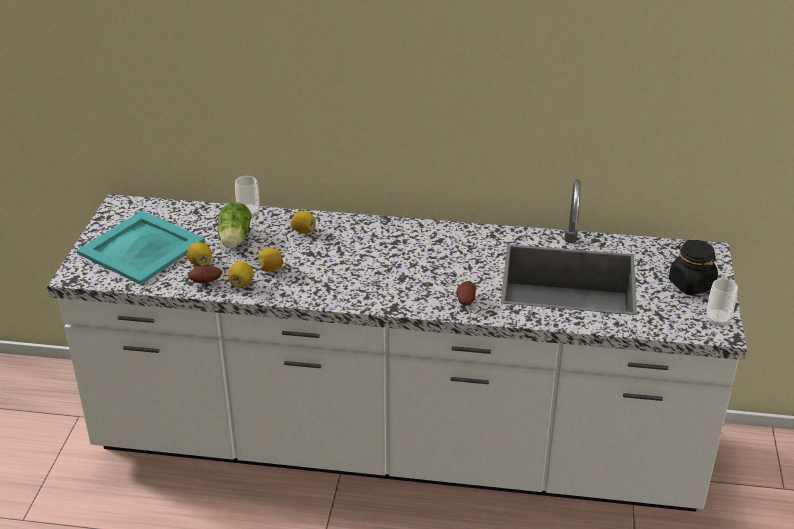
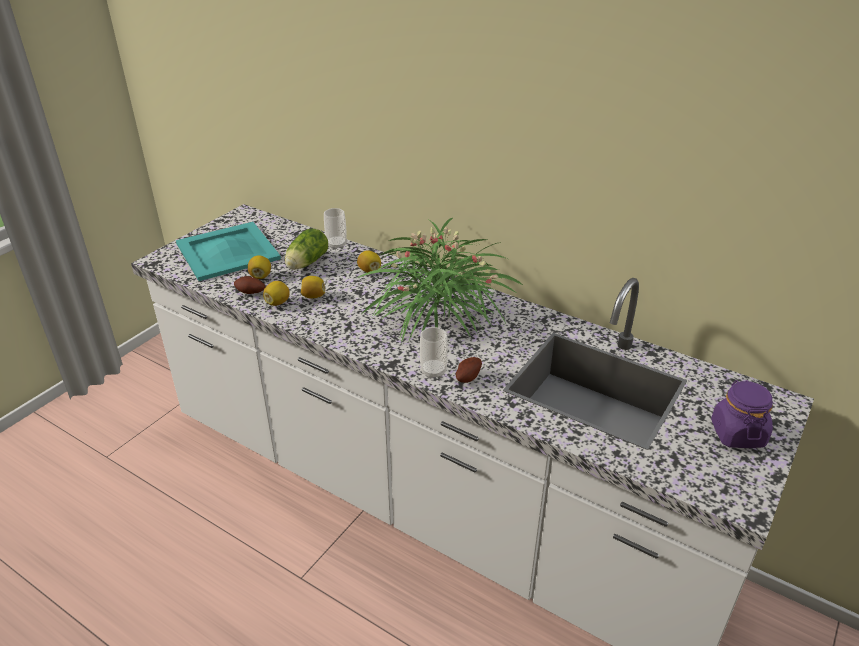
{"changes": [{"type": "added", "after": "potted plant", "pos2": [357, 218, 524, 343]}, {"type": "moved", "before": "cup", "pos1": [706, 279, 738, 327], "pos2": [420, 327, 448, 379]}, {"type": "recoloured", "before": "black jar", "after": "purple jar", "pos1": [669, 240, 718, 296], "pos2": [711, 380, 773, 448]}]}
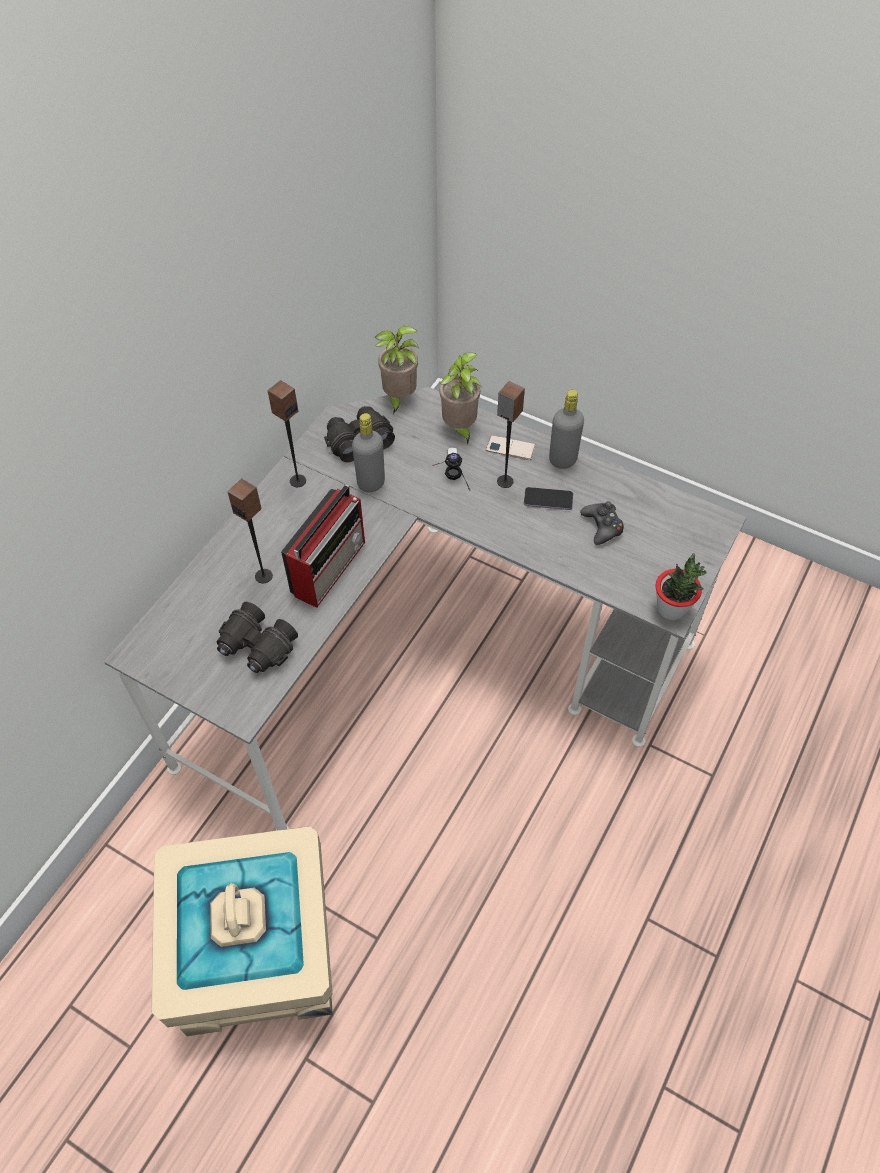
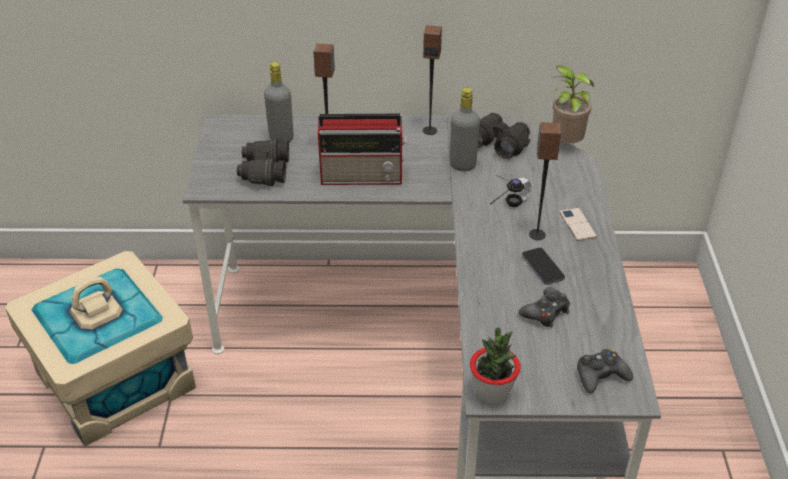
{"changes": [{"type": "moved", "before": "grey bottle", "pos1": [549, 390, 584, 469], "pos2": [264, 62, 294, 142]}, {"type": "added", "after": "black game controller", "pos2": [577, 349, 633, 393]}, {"type": "removed", "before": "potted plant", "pos1": [440, 353, 482, 445]}]}
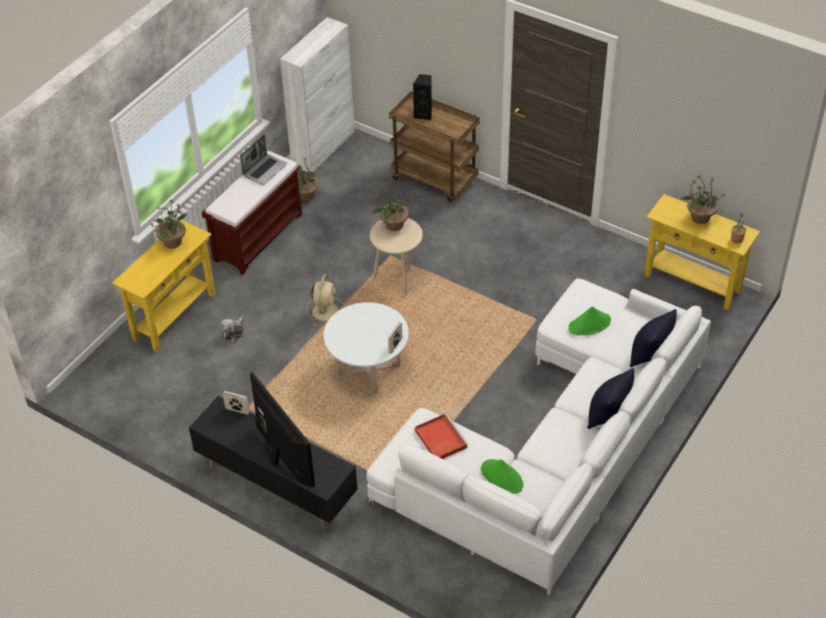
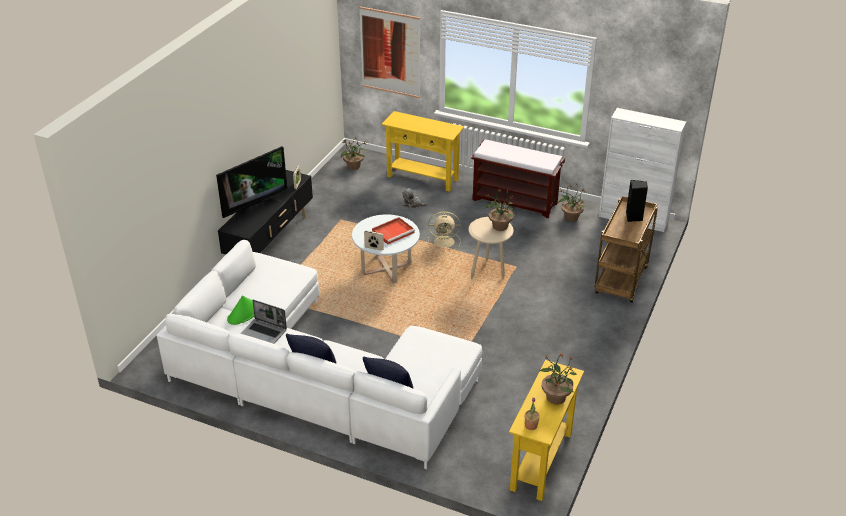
{"changes": [{"type": "moved", "before": "laptop", "pos1": [240, 135, 287, 185], "pos2": [241, 300, 287, 344]}, {"type": "moved", "before": "potted plant", "pos1": [149, 200, 187, 249], "pos2": [341, 137, 366, 170]}, {"type": "added", "after": "picture", "pos2": [359, 6, 420, 98]}, {"type": "moved", "before": "red tray", "pos1": [415, 413, 469, 459], "pos2": [372, 217, 415, 245]}, {"type": "removed", "before": "green hat", "pos1": [568, 306, 611, 336]}]}
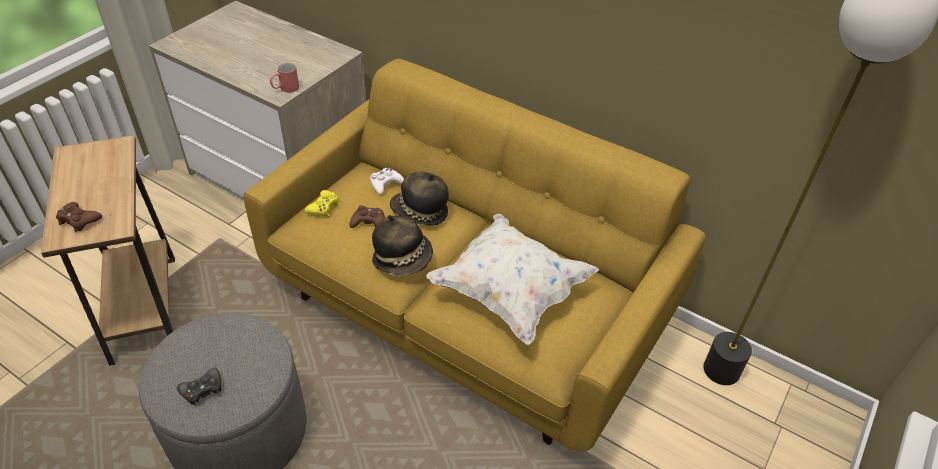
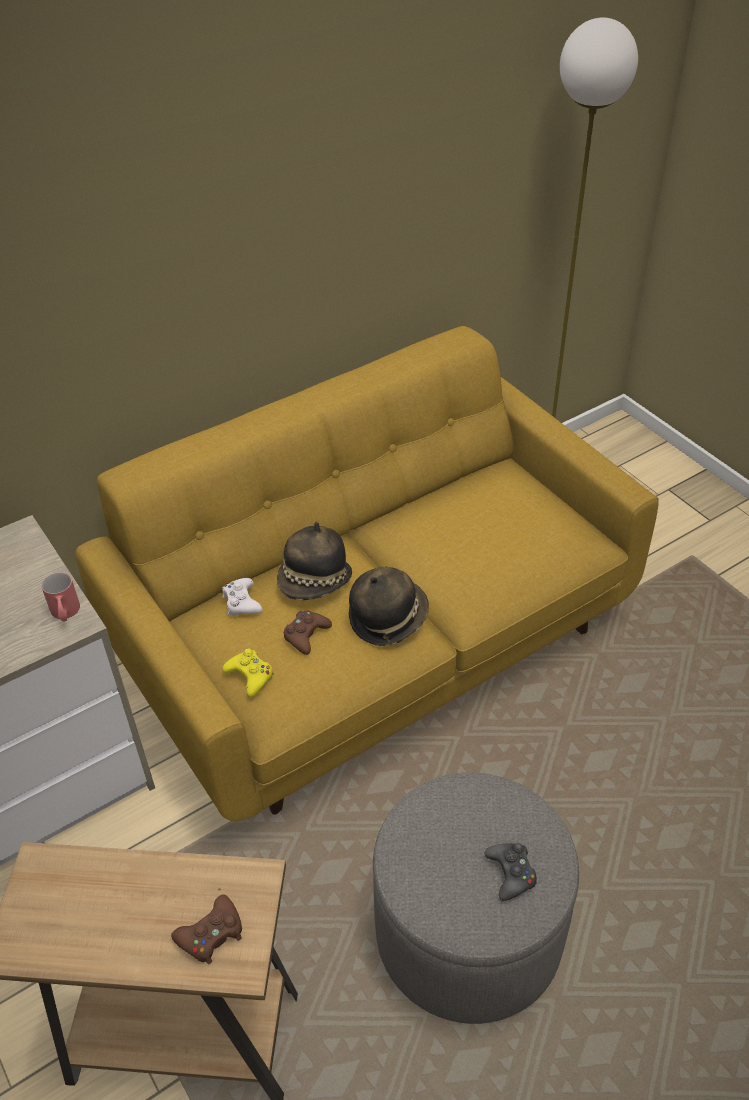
{"changes": [{"type": "removed", "before": "white pillow", "pos1": [426, 214, 599, 345]}]}
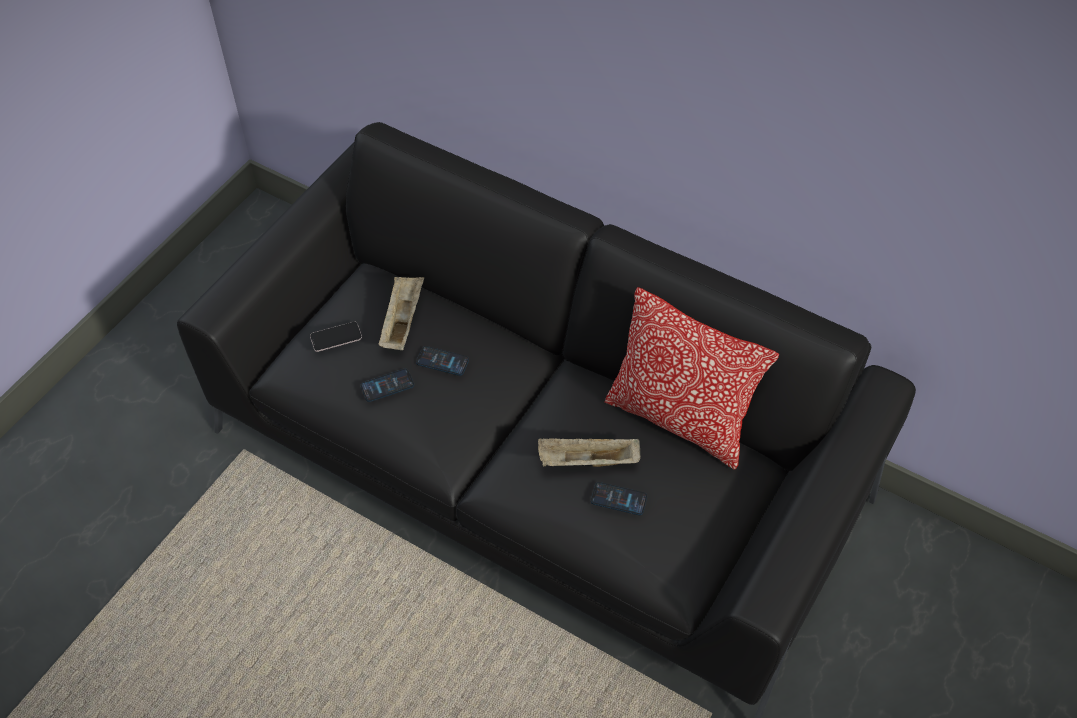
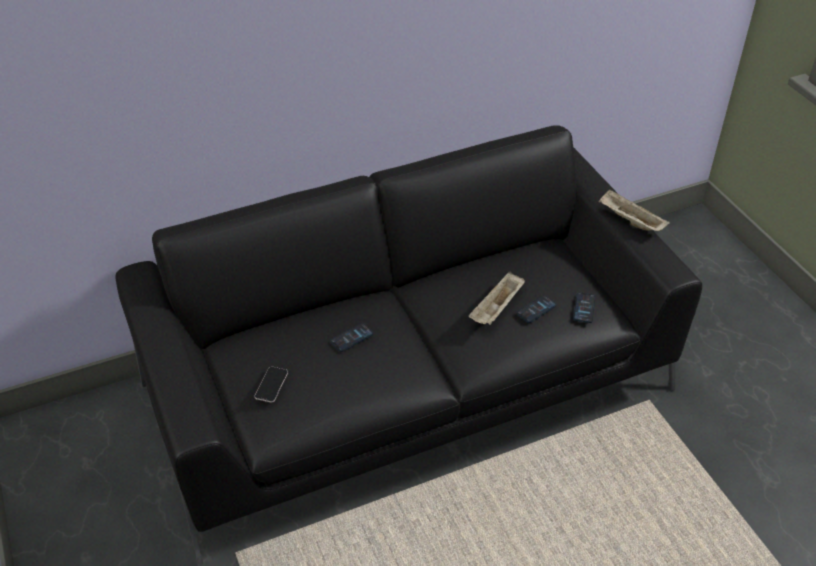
{"changes": [{"type": "moved", "before": "phone", "pos1": [361, 369, 414, 402], "pos2": [573, 292, 596, 323]}, {"type": "moved", "before": "beige tray", "pos1": [379, 277, 424, 350], "pos2": [599, 190, 670, 231]}, {"type": "removed", "before": "pillow", "pos1": [604, 287, 779, 470]}]}
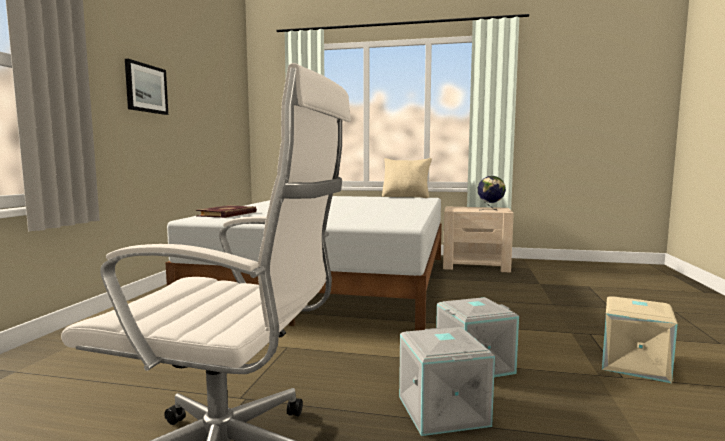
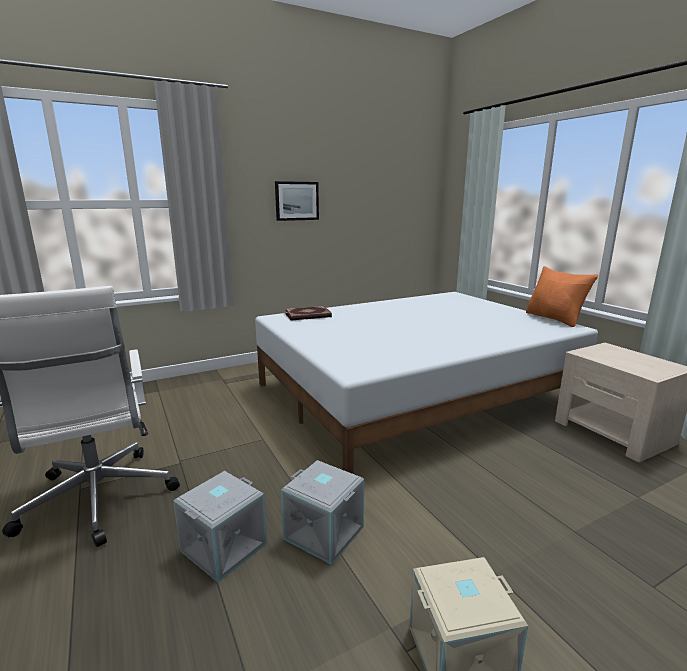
{"changes": [{"type": "recoloured", "before": "beige pillow", "after": "orange pillow", "pos1": [382, 158, 432, 198], "pos2": [526, 266, 598, 327]}, {"type": "removed", "before": "globe", "pos1": [478, 176, 506, 211]}]}
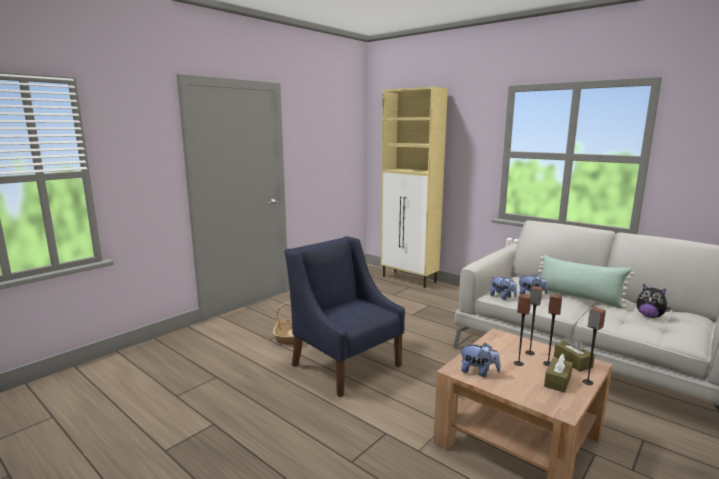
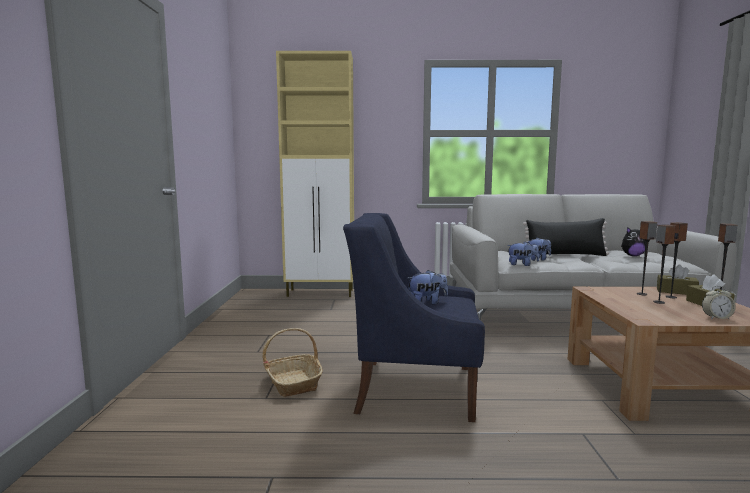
{"changes": [{"type": "moved", "before": "plush toy", "pos1": [459, 343, 501, 377], "pos2": [408, 270, 448, 305]}, {"type": "recoloured", "before": "green pillow", "after": "black pillow", "pos1": [538, 255, 634, 309], "pos2": [523, 218, 609, 256]}, {"type": "added", "after": "alarm clock", "pos2": [702, 286, 736, 319]}]}
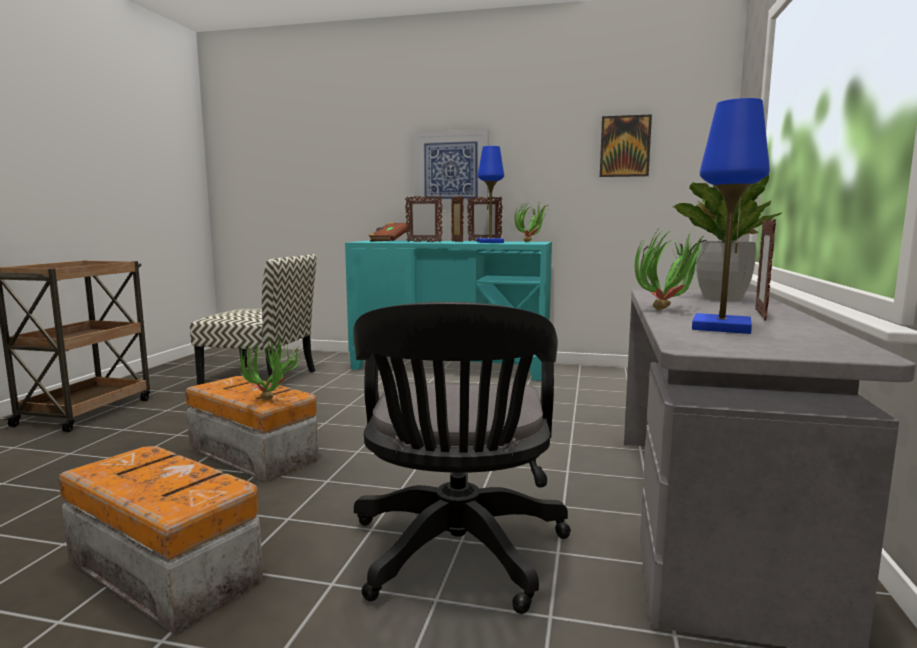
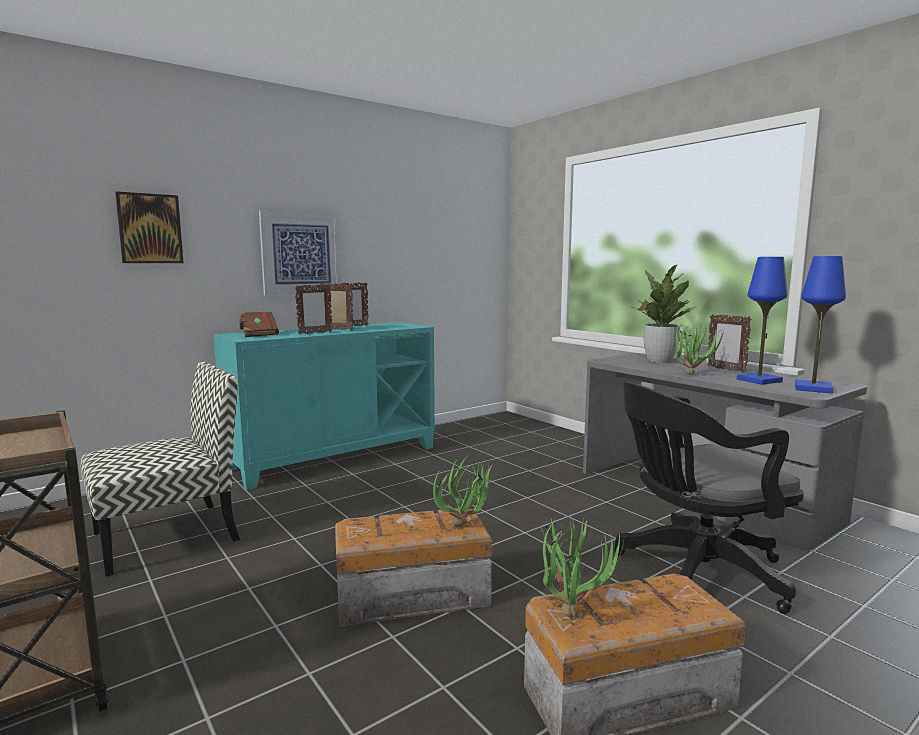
{"changes": [{"type": "moved", "before": "picture", "pos1": [600, 114, 652, 177], "pos2": [115, 191, 184, 263]}, {"type": "moved", "before": "potted plant", "pos1": [515, 203, 549, 242], "pos2": [539, 516, 624, 618]}, {"type": "turned", "before": "black office chair", "pos1": [353, 302, 571, 614], "pos2": [614, 382, 804, 614], "turn": 120}, {"type": "moved", "before": "blue table lamp", "pos1": [477, 146, 504, 243], "pos2": [795, 256, 846, 393]}]}
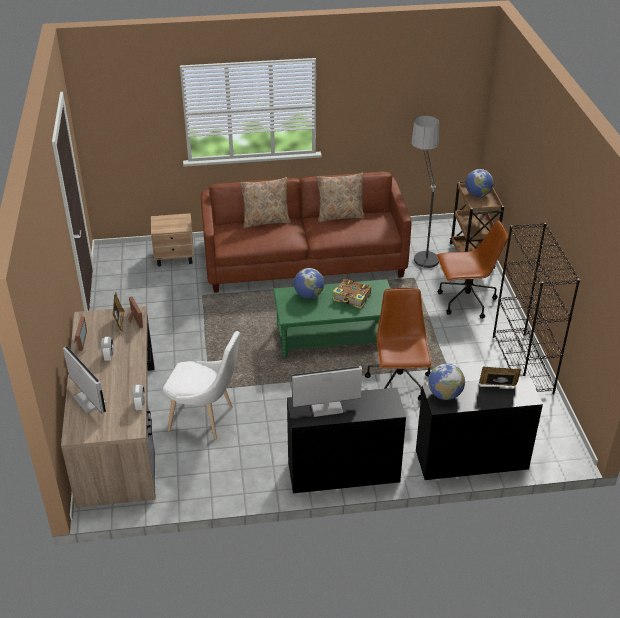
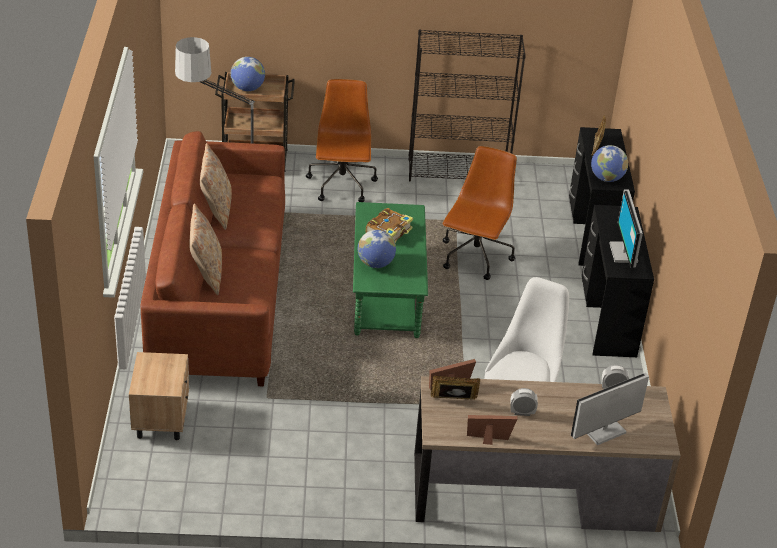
{"changes": [{"type": "turned", "before": "brown office chair", "pos1": [365, 288, 432, 400], "pos2": [443, 146, 517, 280], "turn": 105}]}
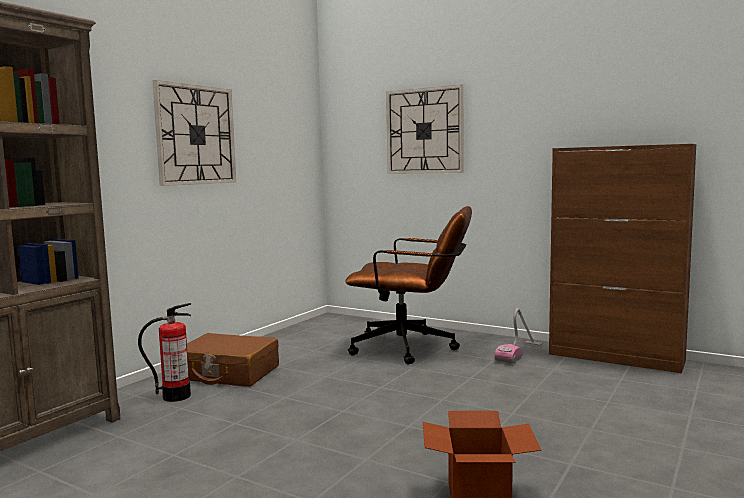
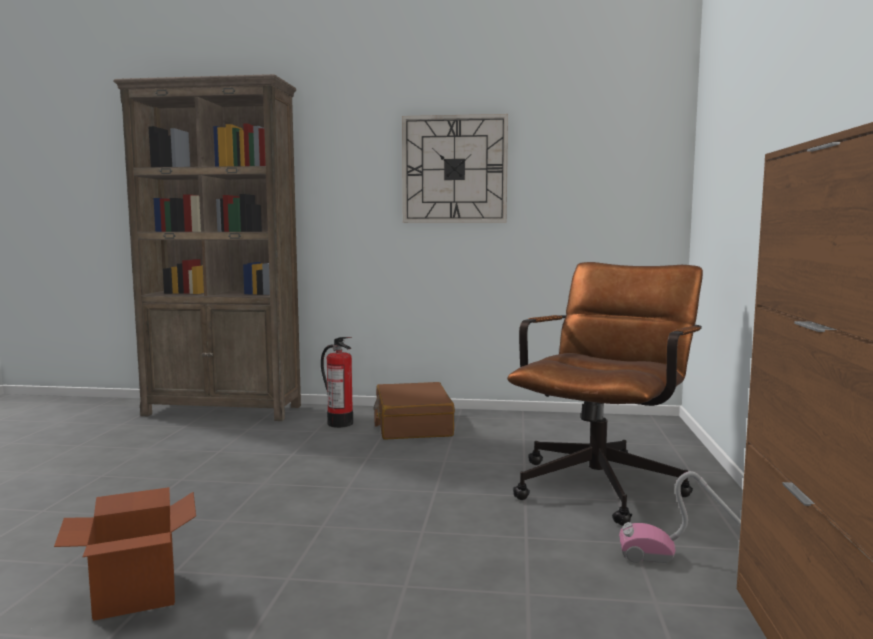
{"changes": [{"type": "turned", "before": "brown office chair", "pos1": [345, 206, 472, 364], "pos2": [507, 262, 703, 526], "turn": -135}, {"type": "removed", "before": "wall clock", "pos1": [386, 84, 463, 174]}]}
